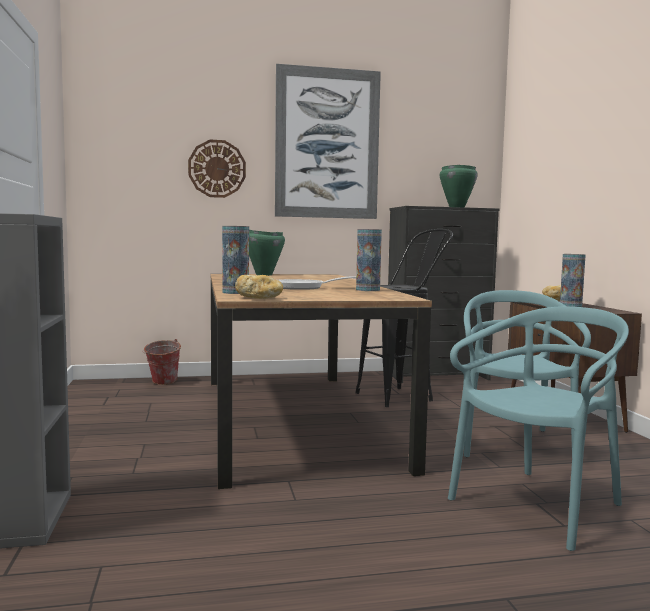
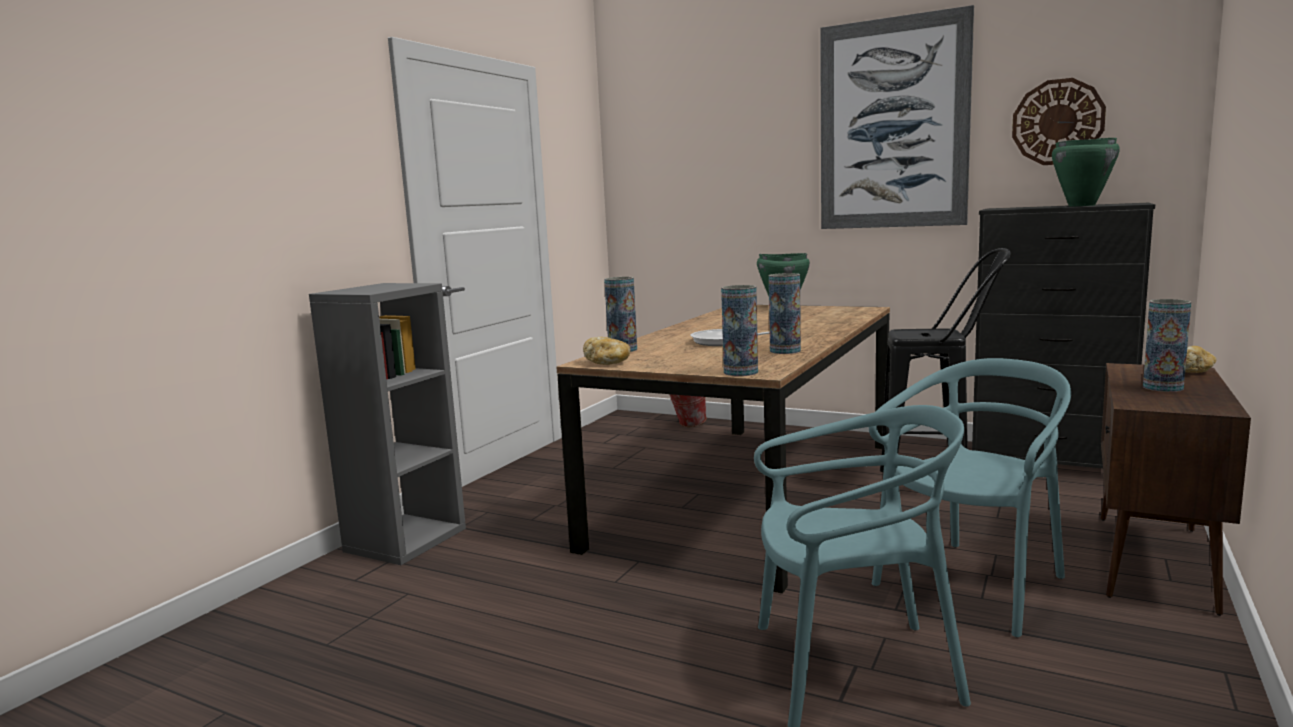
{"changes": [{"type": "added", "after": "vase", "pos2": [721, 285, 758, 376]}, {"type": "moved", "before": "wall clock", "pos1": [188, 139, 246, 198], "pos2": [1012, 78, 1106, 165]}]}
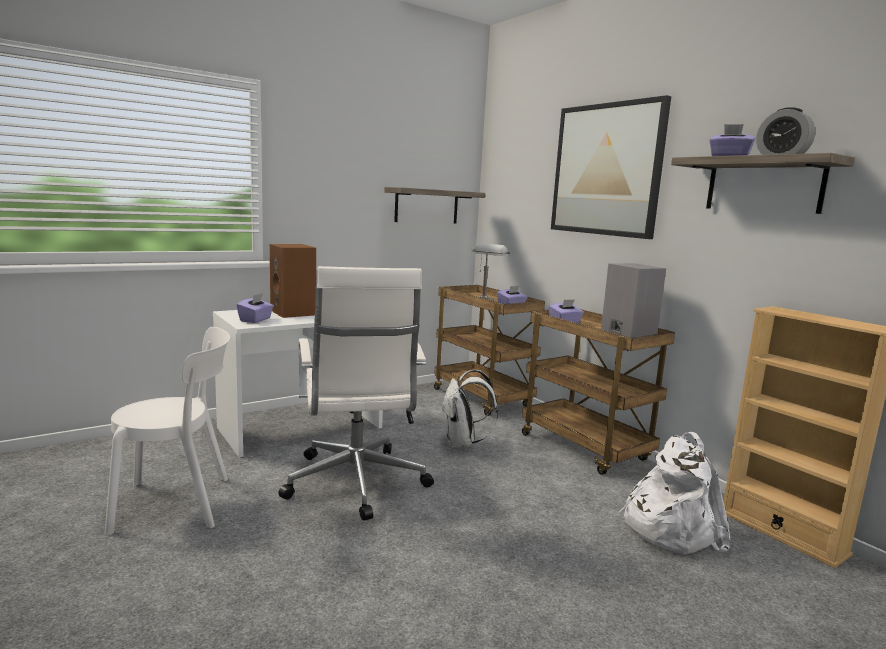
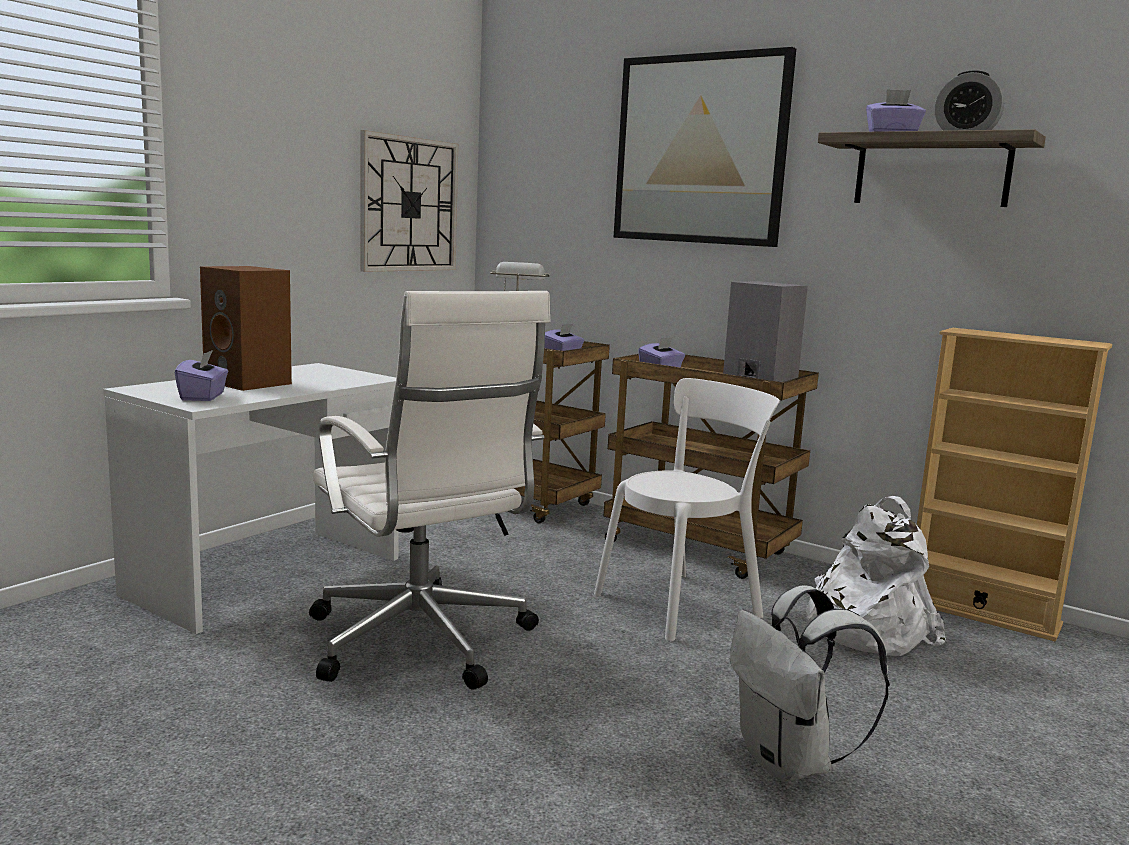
{"changes": [{"type": "replaced", "before": "shelf", "after": "wall clock", "pos1": [384, 187, 485, 224], "pos2": [360, 130, 458, 272]}, {"type": "moved", "before": "white chair", "pos1": [105, 327, 230, 535], "pos2": [594, 378, 780, 641]}, {"type": "moved", "before": "white backpack", "pos1": [443, 370, 498, 448], "pos2": [730, 586, 890, 782]}]}
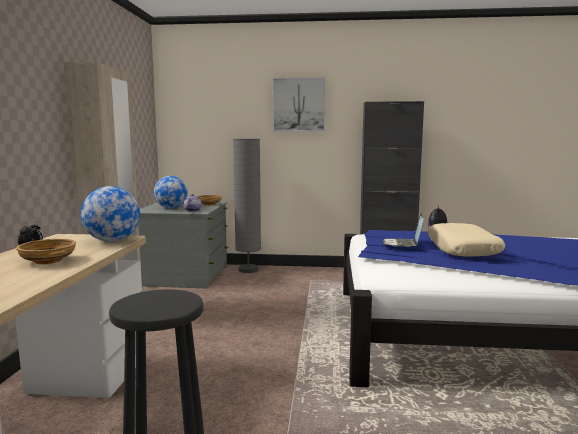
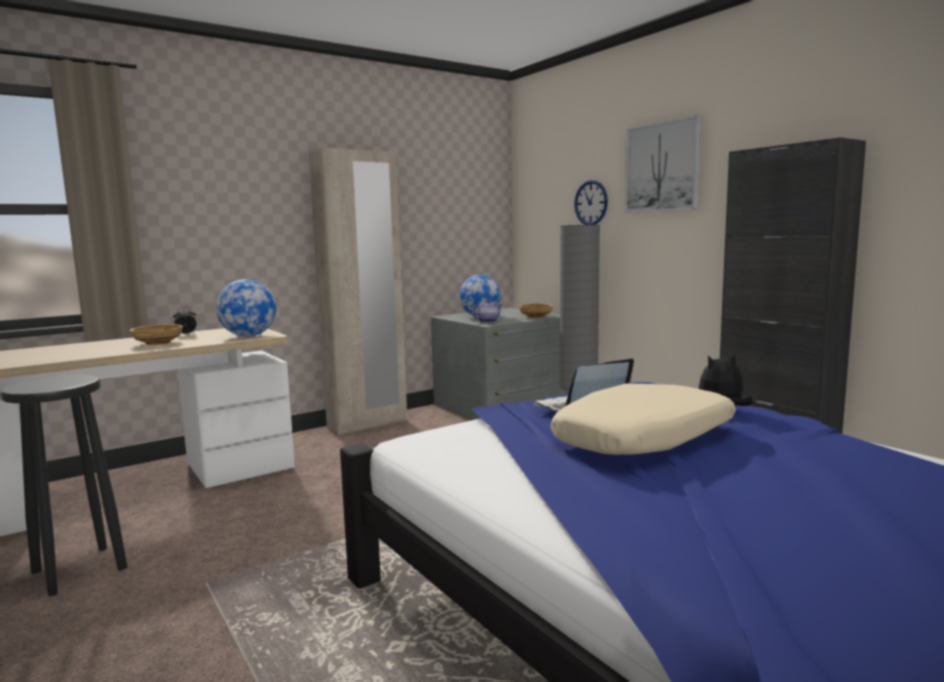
{"changes": [{"type": "added", "after": "wall clock", "pos2": [574, 180, 608, 225]}]}
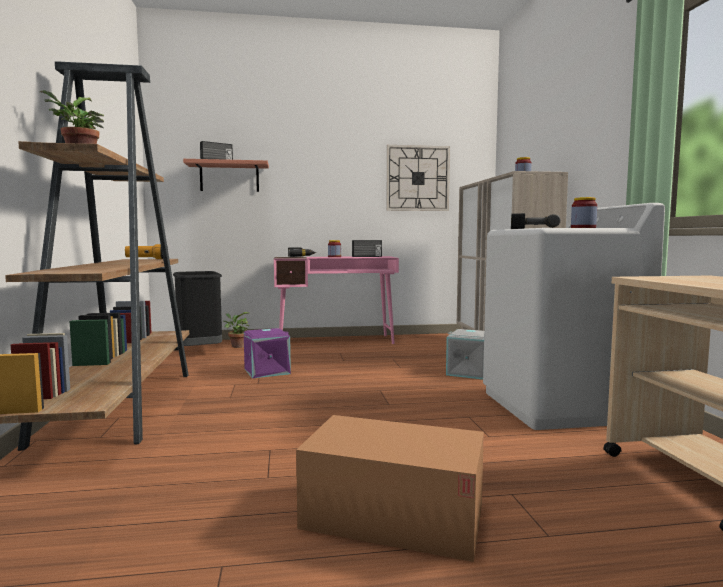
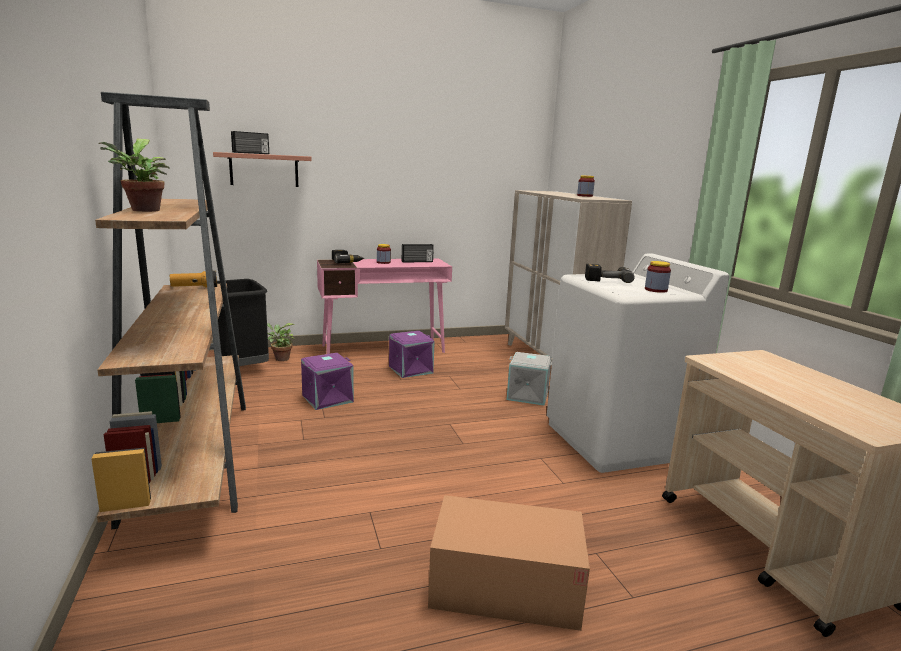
{"changes": [{"type": "added", "after": "purple storage box", "pos2": [389, 331, 435, 378]}, {"type": "removed", "before": "wall clock", "pos1": [386, 145, 450, 211]}]}
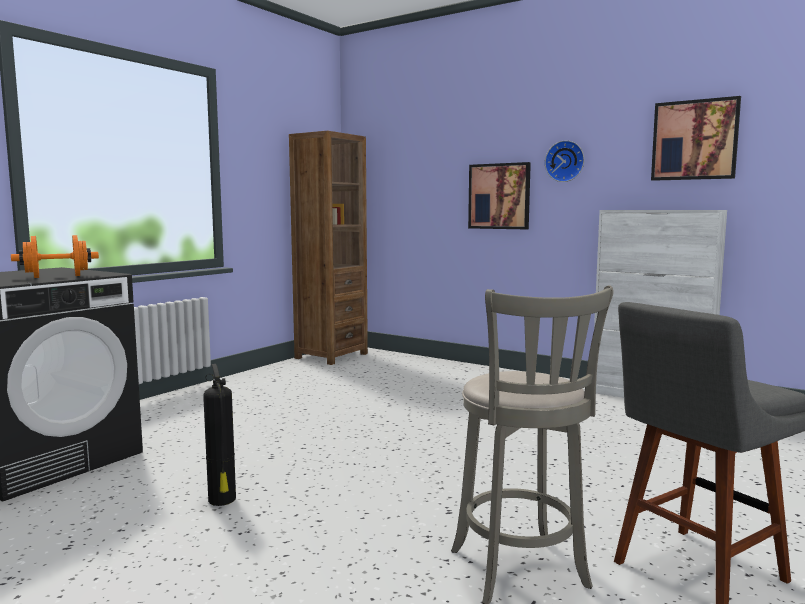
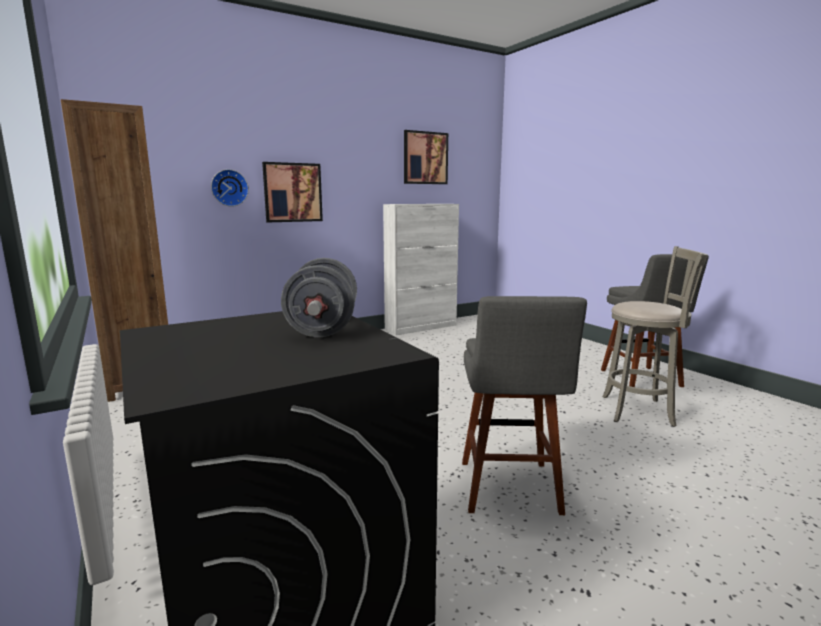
{"changes": [{"type": "moved", "before": "wall clock", "pos1": [545, 140, 584, 182], "pos2": [211, 169, 249, 207]}, {"type": "recoloured", "before": "orange dumbbell", "after": "grey dumbbell", "pos1": [11, 235, 99, 278], "pos2": [281, 258, 357, 337]}, {"type": "replaced", "before": "fire extinguisher", "after": "grey stool", "pos1": [203, 364, 236, 506], "pos2": [462, 296, 587, 515]}]}
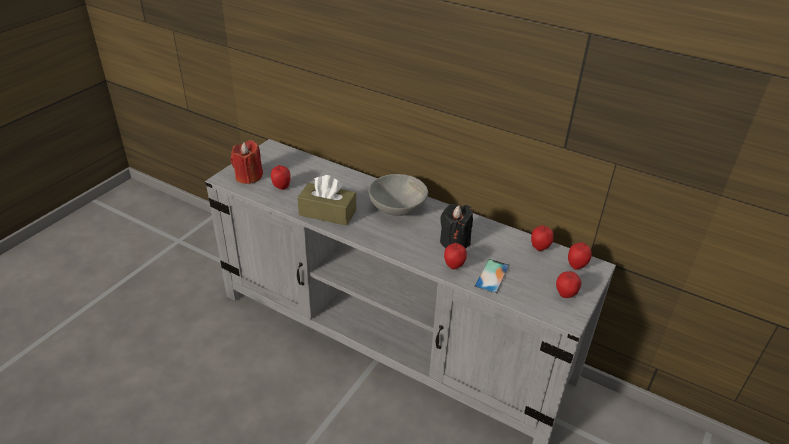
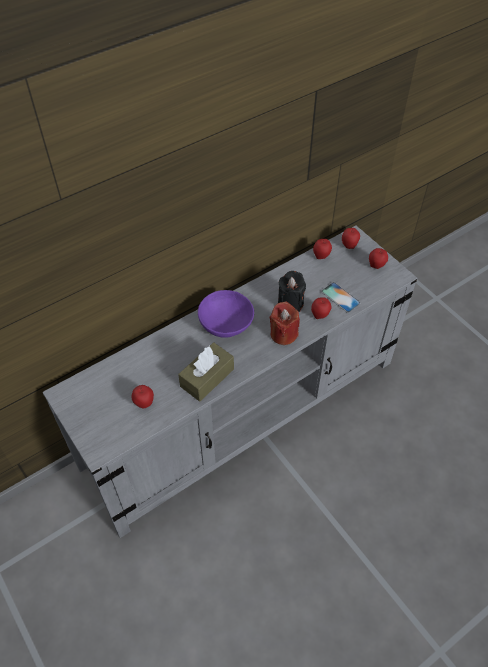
{"changes": [{"type": "recoloured", "before": "grey bowl", "after": "purple bowl", "pos1": [369, 174, 428, 216], "pos2": [198, 290, 254, 338]}, {"type": "moved", "before": "red candle", "pos1": [231, 140, 263, 184], "pos2": [270, 302, 300, 345]}]}
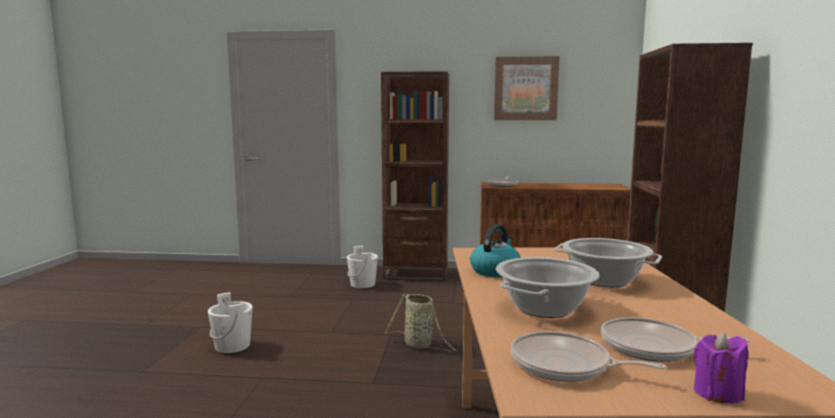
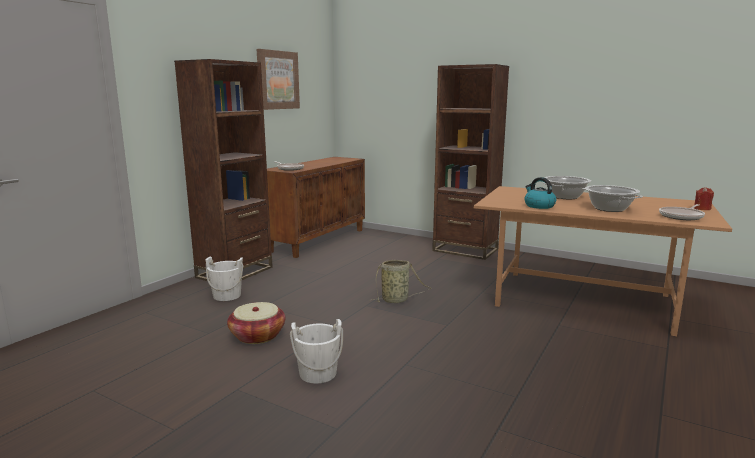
{"changes": [{"type": "added", "after": "basket", "pos2": [227, 302, 285, 344]}, {"type": "recoloured", "before": "purple candle", "after": "red candle", "pos1": [694, 332, 748, 404], "pos2": [694, 187, 714, 210]}, {"type": "removed", "before": "frying pan", "pos1": [601, 317, 750, 362]}]}
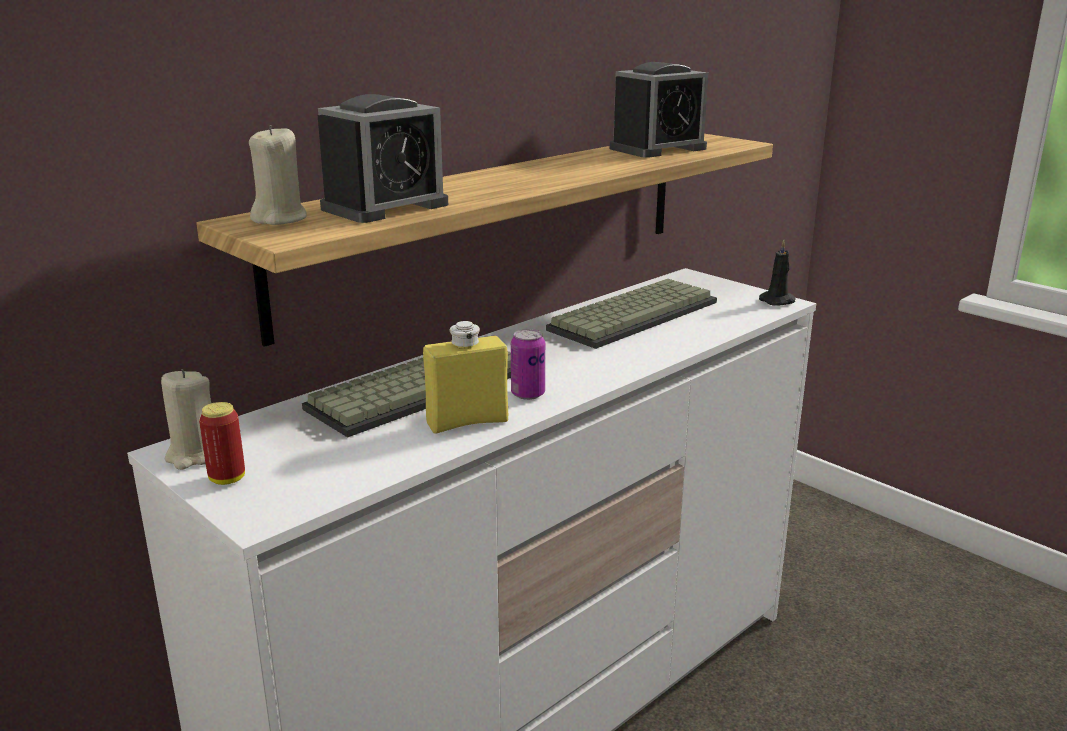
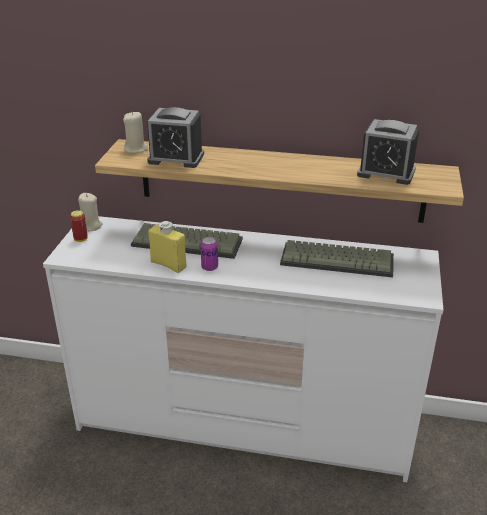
{"changes": [{"type": "removed", "before": "black candle", "pos1": [759, 239, 796, 305]}]}
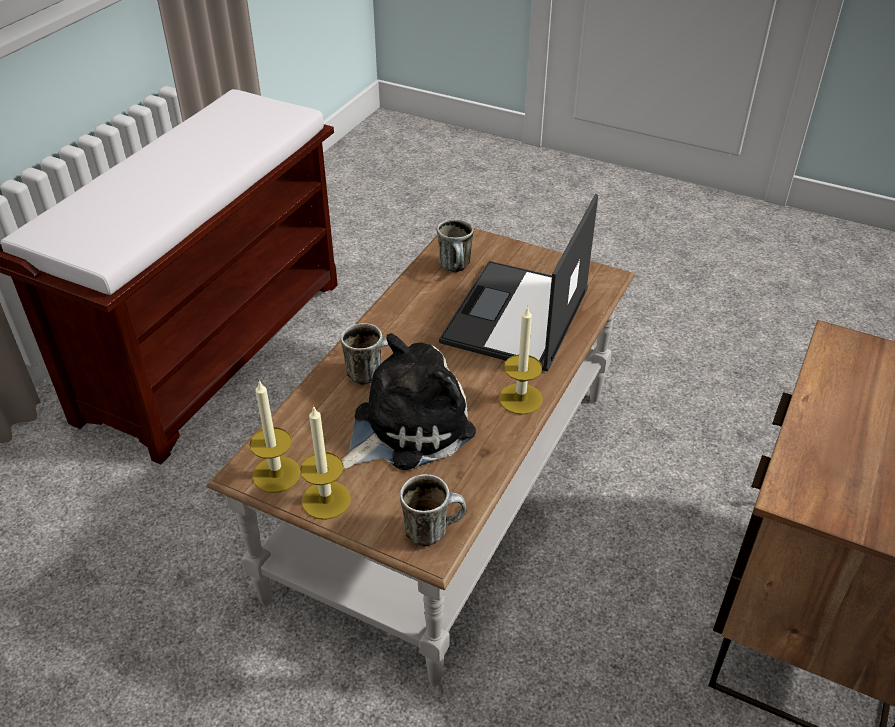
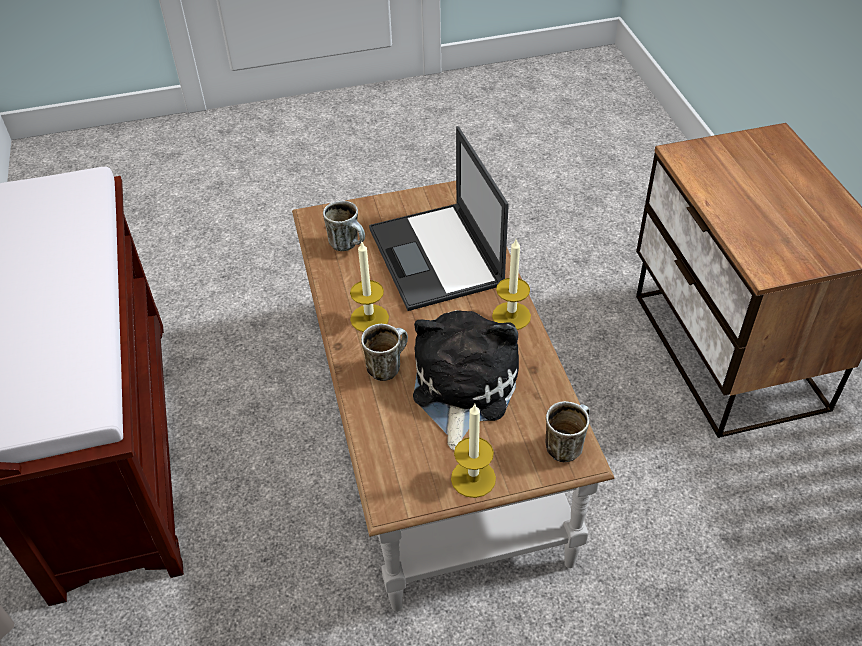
{"changes": [{"type": "moved", "before": "candle", "pos1": [249, 380, 301, 493], "pos2": [350, 242, 389, 332]}]}
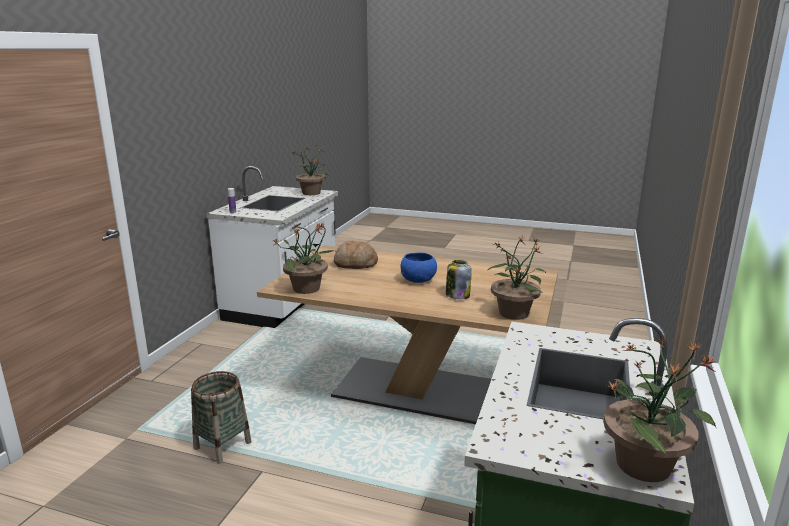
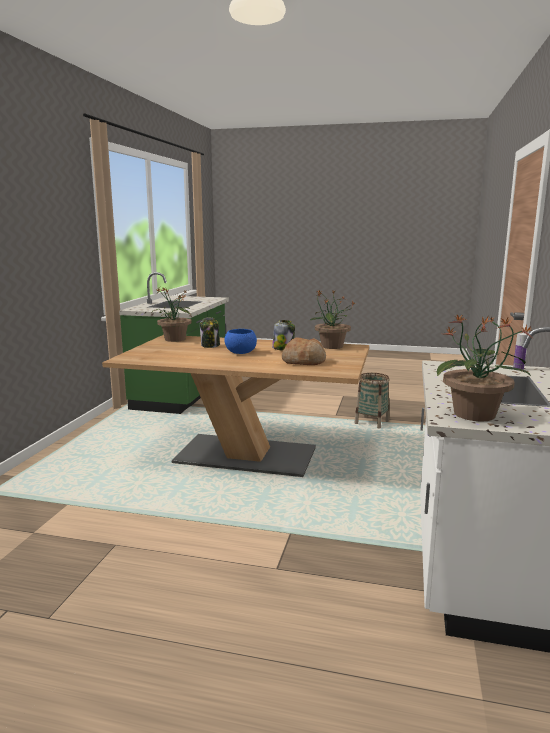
{"changes": [{"type": "added", "after": "jar", "pos2": [272, 320, 295, 351]}, {"type": "removed", "before": "potted plant", "pos1": [603, 337, 716, 482]}]}
